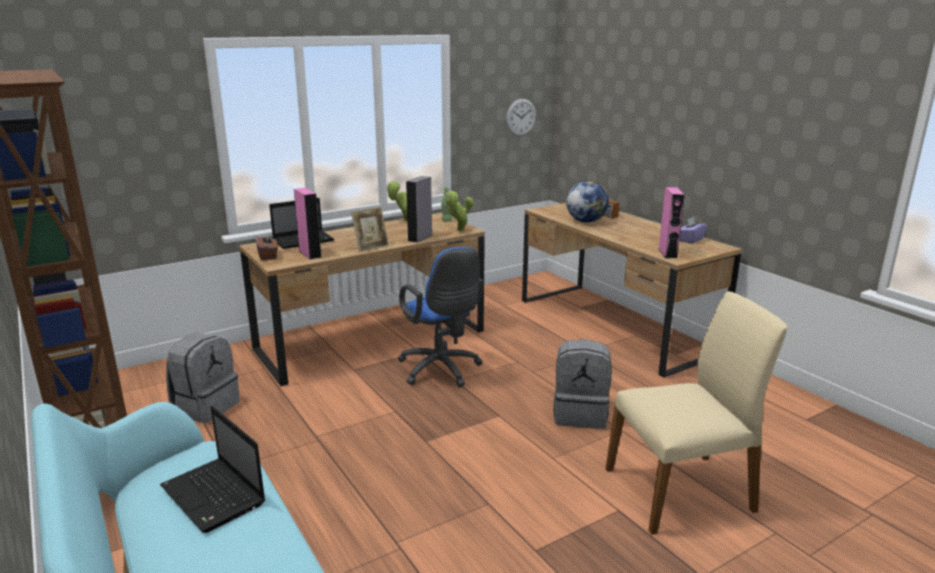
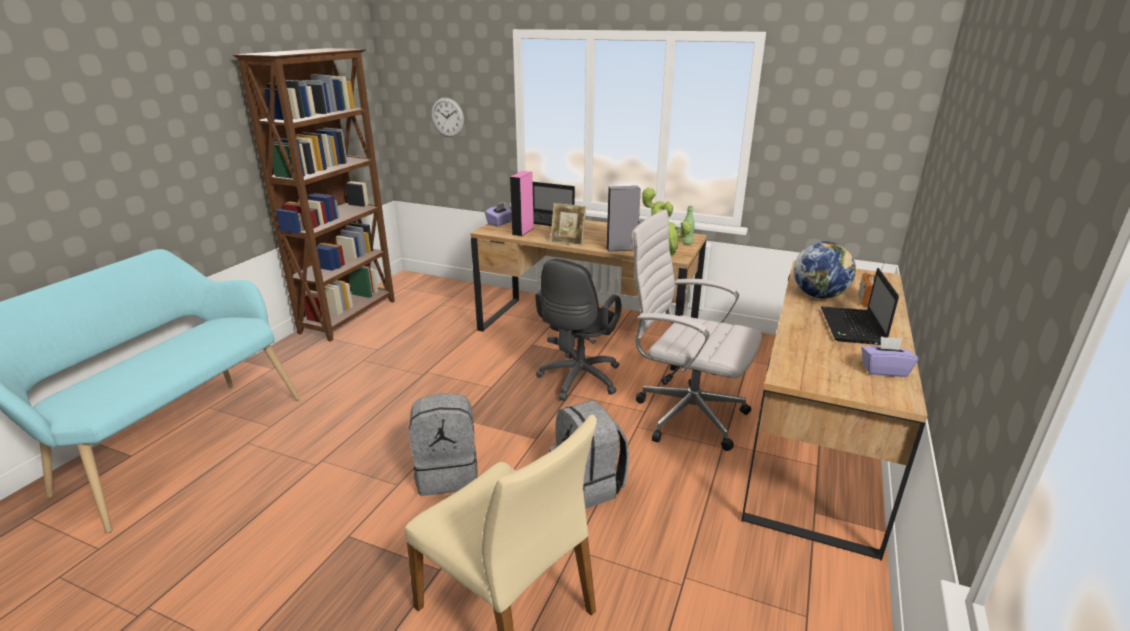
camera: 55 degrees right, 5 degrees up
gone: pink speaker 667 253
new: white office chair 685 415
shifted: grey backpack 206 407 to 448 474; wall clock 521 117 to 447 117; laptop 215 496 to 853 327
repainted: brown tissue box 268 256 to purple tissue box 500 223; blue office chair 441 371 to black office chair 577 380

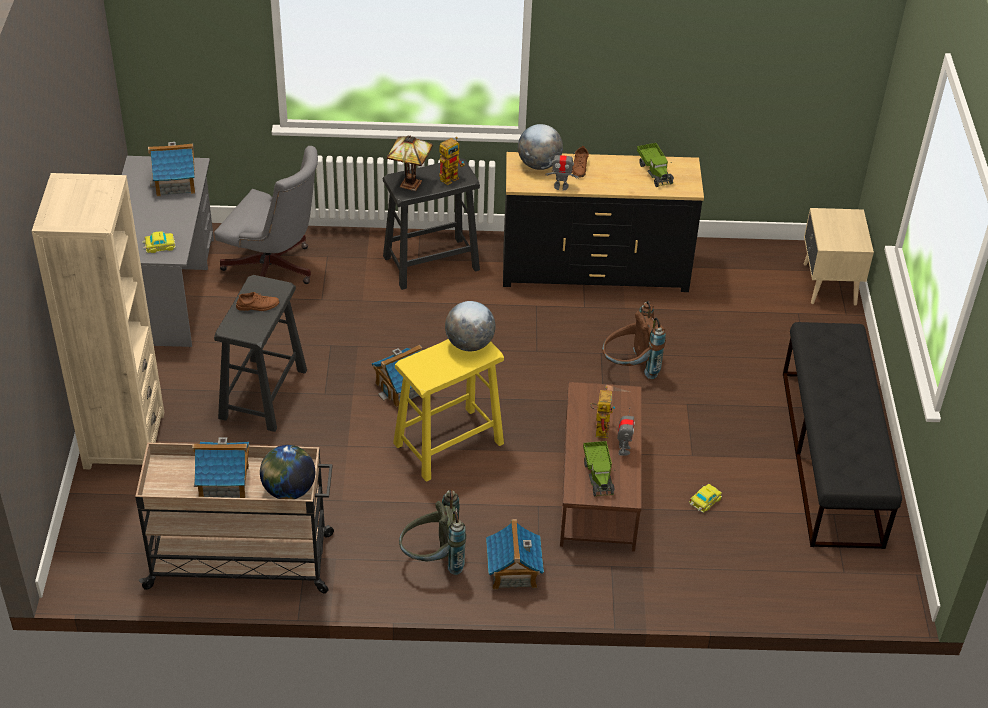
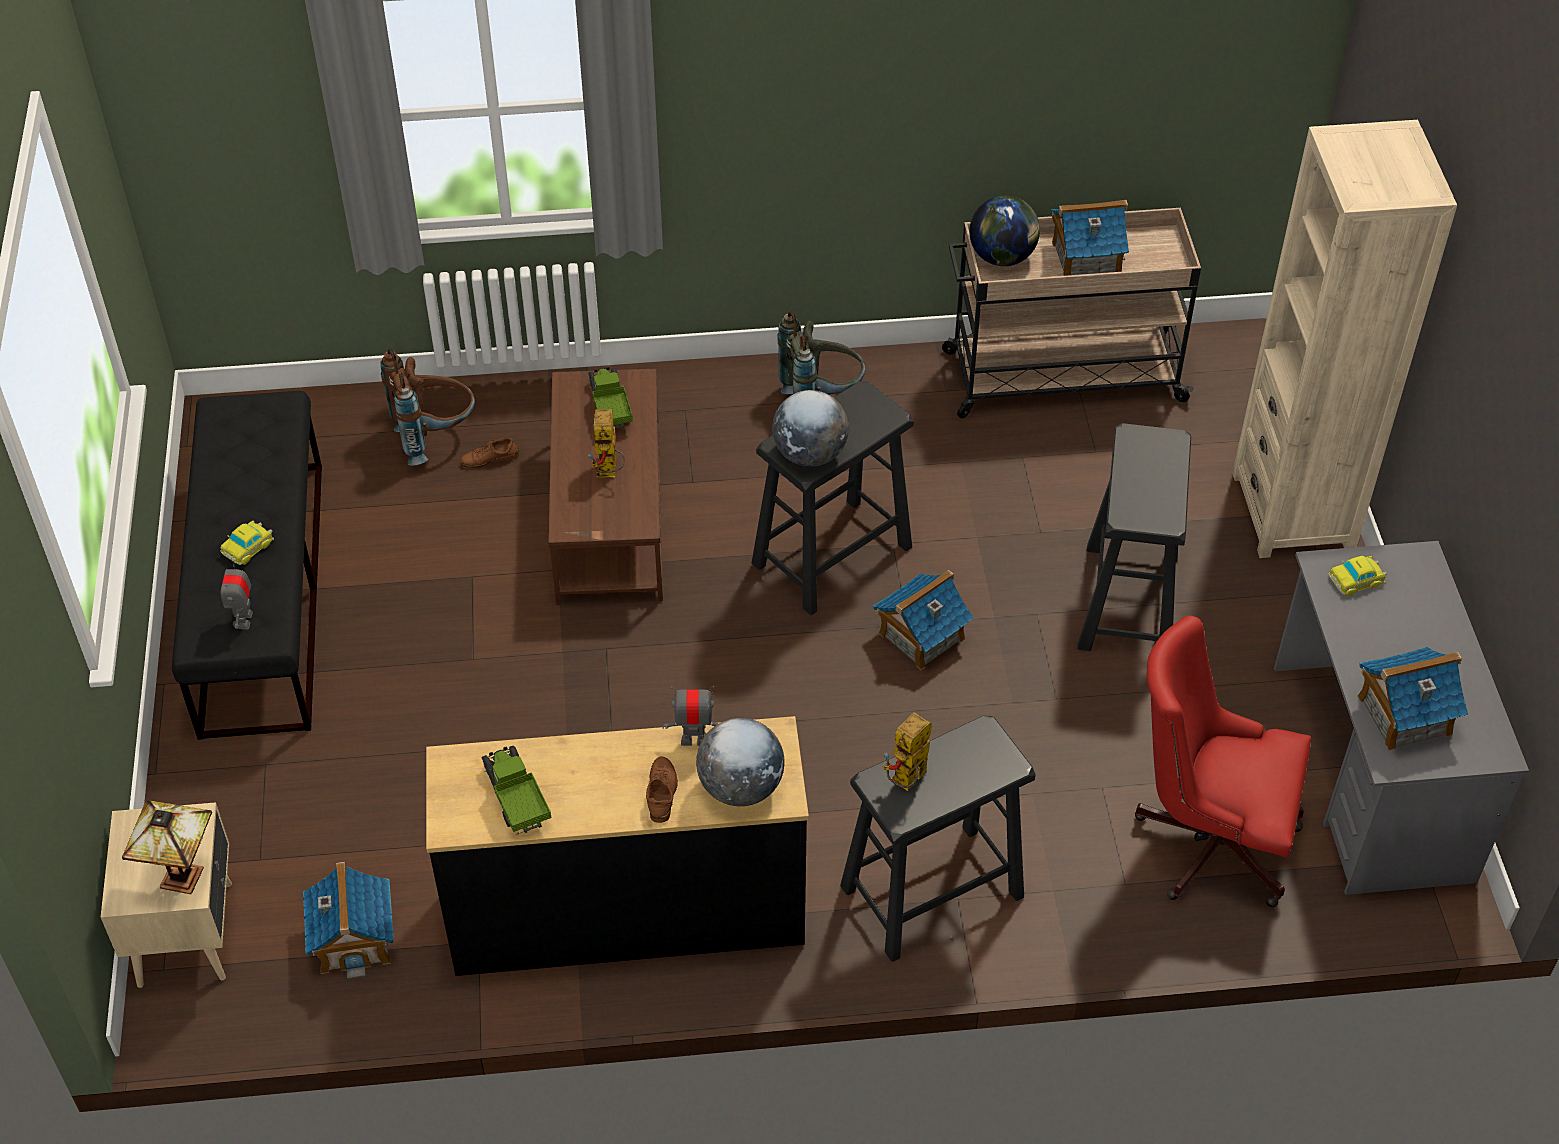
camera: 175 degrees right, 5 degrees up
shifted: table lamp 408 184 to 185 876; toy car 704 501 to 248 546; toy robot 623 449 to 244 619; toy house 513 572 to 354 939; brown backpack 629 368 to 435 436; brown shoe 257 306 to 490 458
repainted: yellow stool 449 443 to black stool 831 556; grey office chair 274 270 to red office chair 1206 839

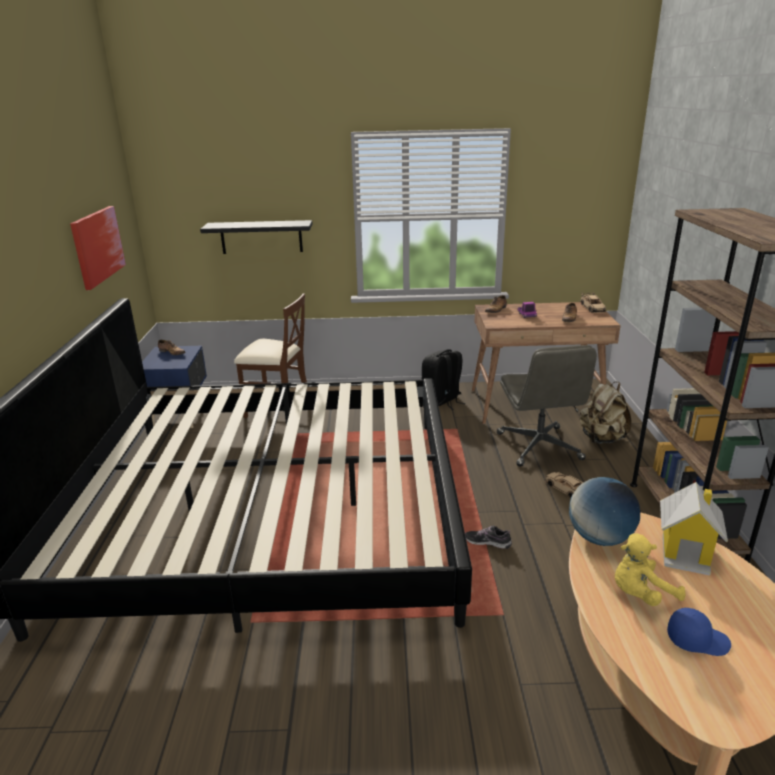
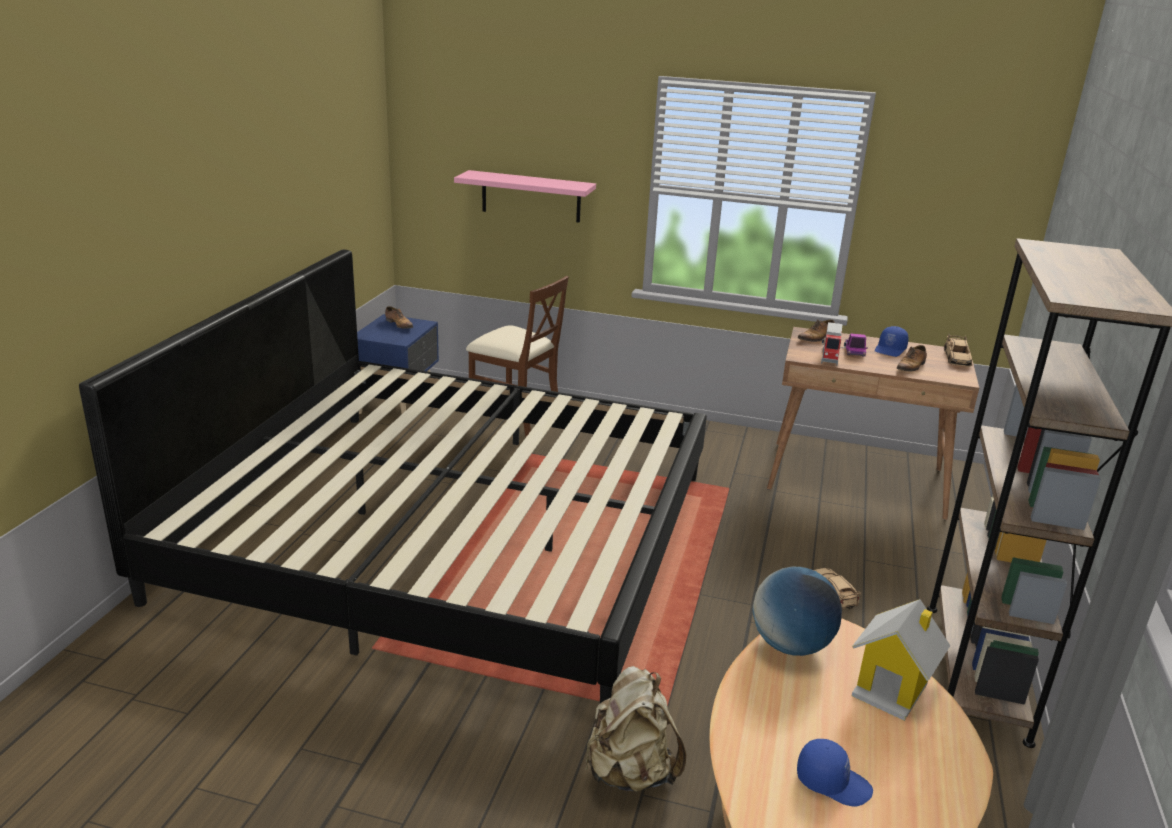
camera: 15 degrees right, 0 degrees up
gone: picture 97 246; black backpack 442 401; shoe 487 542; grey office chair 539 447; yellow plush toy 640 594
new: toy truck 831 358; blue cap 890 350
shifted: beige backpack 601 439 to 630 772
repainted: black shelf 261 237 to pink shelf 531 196

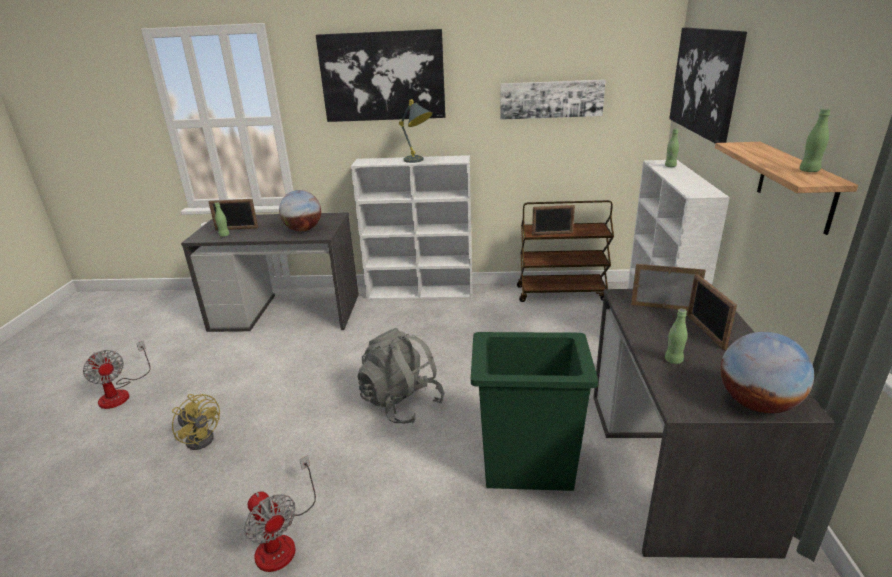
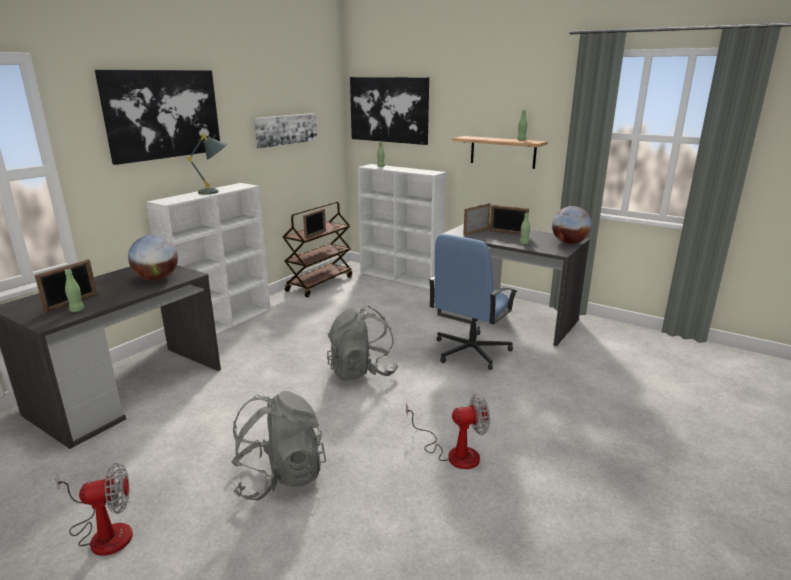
camera: 60 degrees left, 5 degrees down
swapped: yellow fan 202 437 to grey backpack 280 476; green trash can 526 465 to blue office chair 470 351

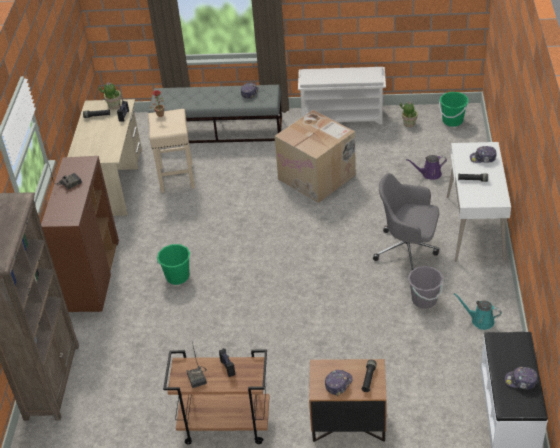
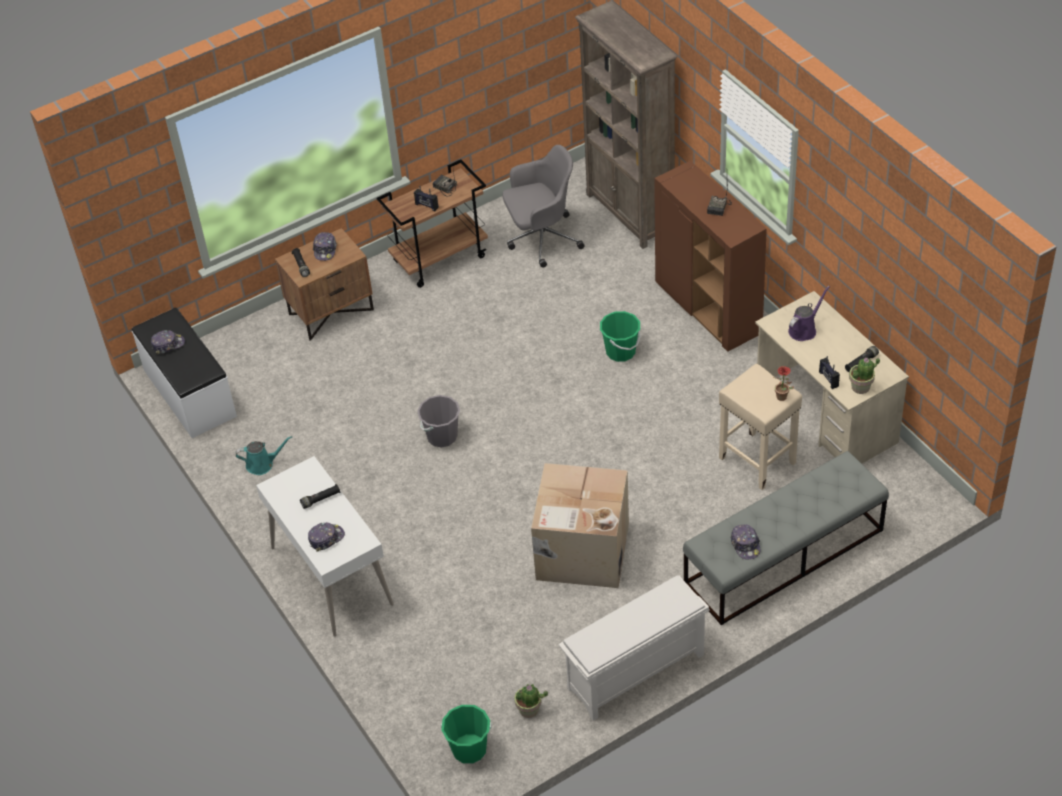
camera: 145 degrees right, 5 degrees up
shifted: grey bucket 424 300 to 442 436; grey office chair 408 250 to 541 238; purple watering can 429 174 to 804 329

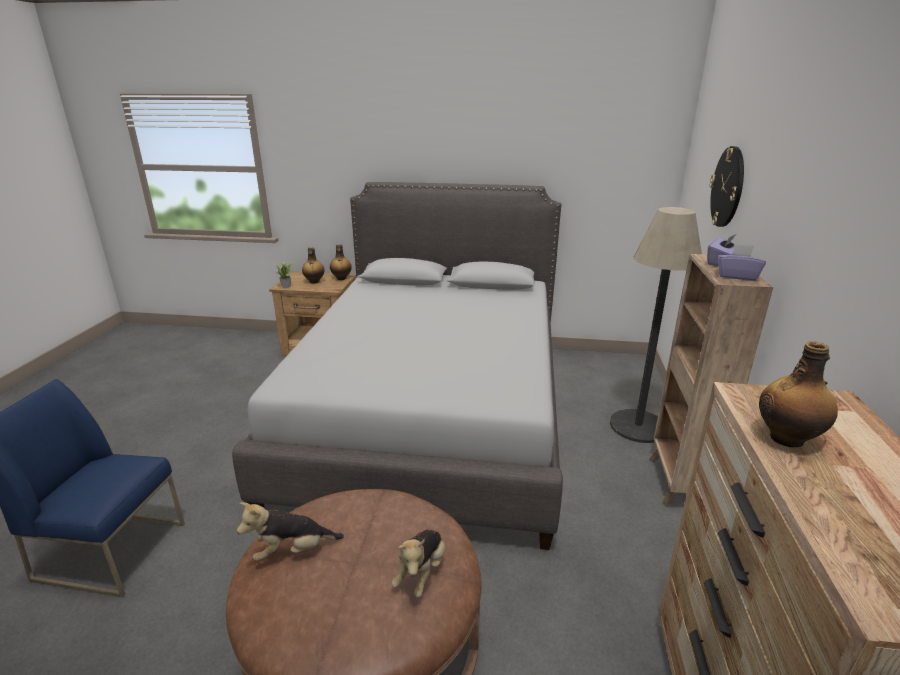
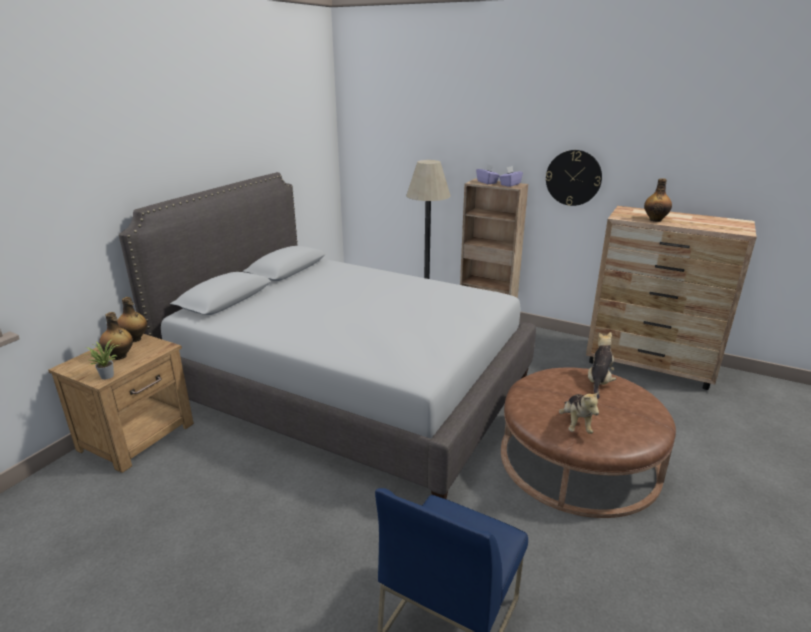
camera: 70 degrees left, 0 degrees up
shifted: wall clock 727 187 to 573 178
rotated: plush toy 421 573 = 599 382 105 degrees counterclockwise

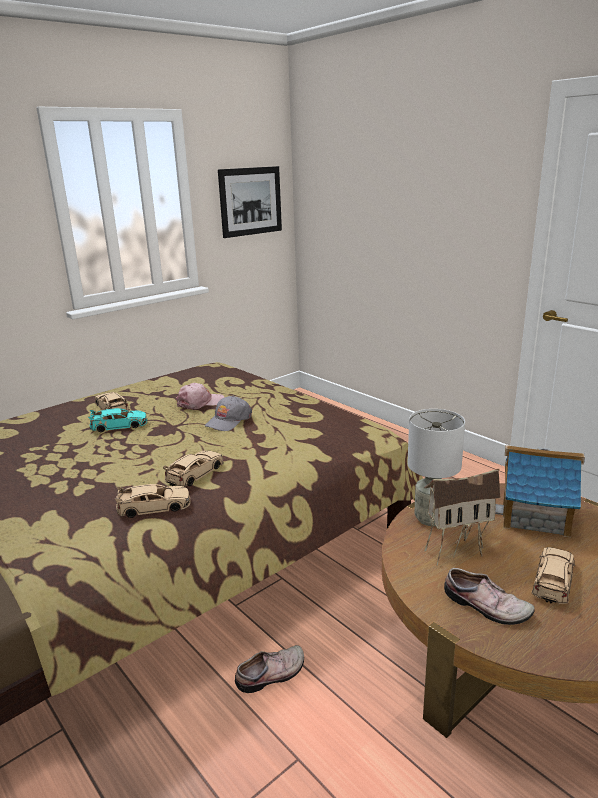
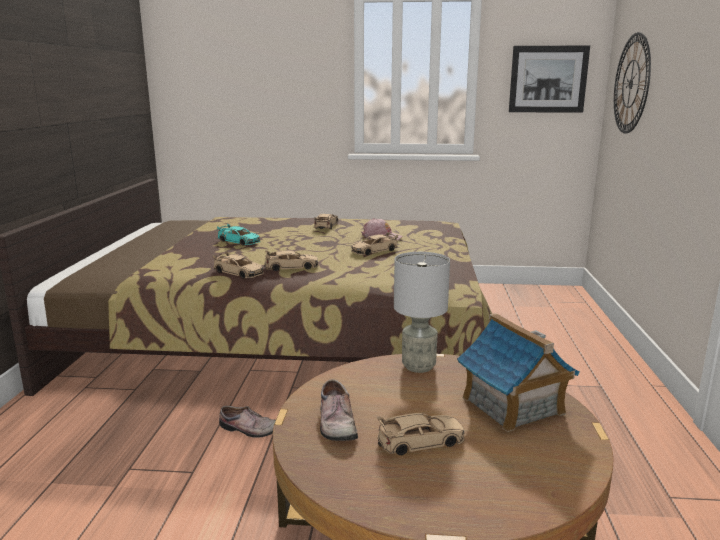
camera: 45 degrees right, 5 degrees down
gone: toy house 456 549
new: wall clock 631 84
shifted: turquoise toy car 119 426 to 239 241
swapped: grey cap 228 420 to beige toy car 374 251

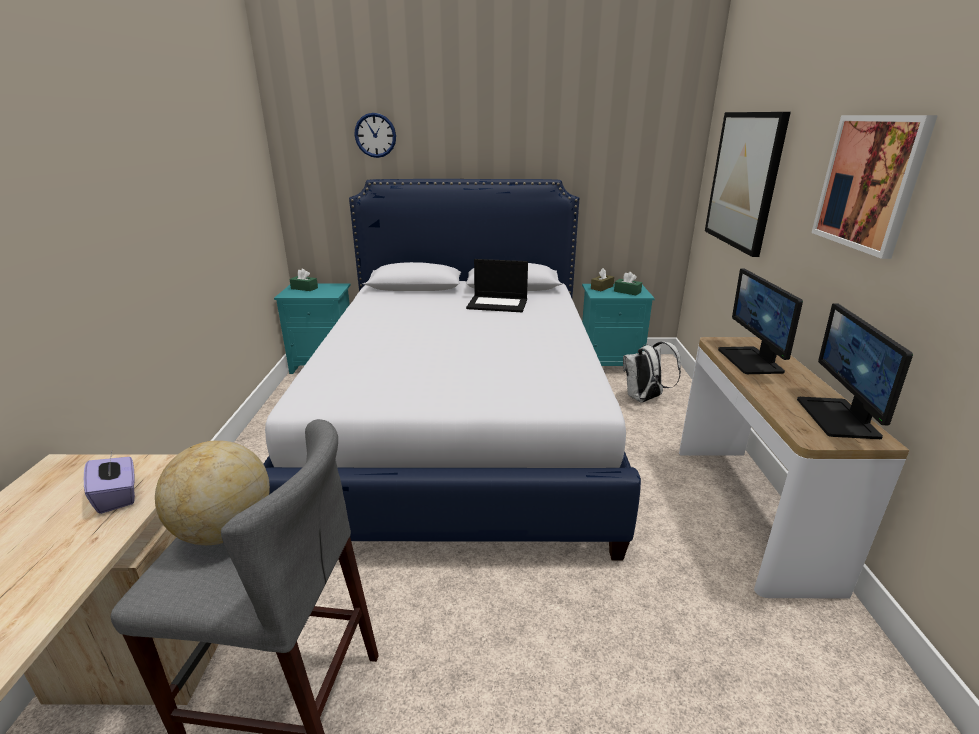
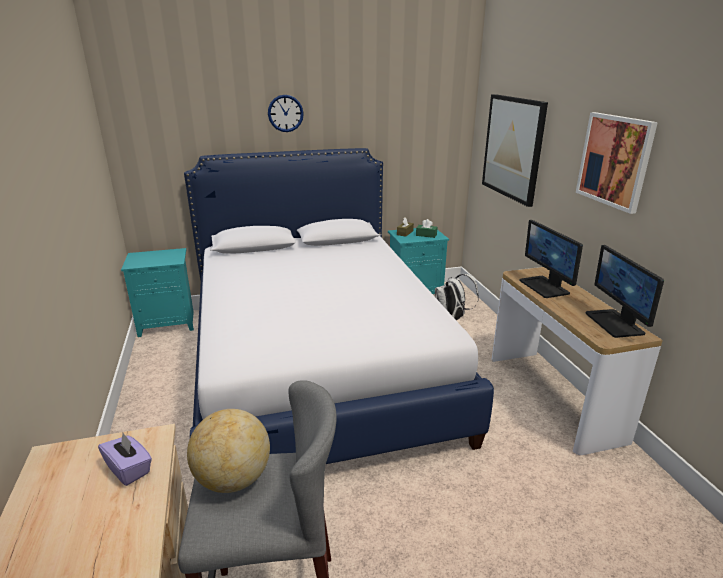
camera: 15 degrees left, 0 degrees up
gone: green tissue box 304 288; laptop 498 304
shifted: wall clock 375 135 to 285 113

